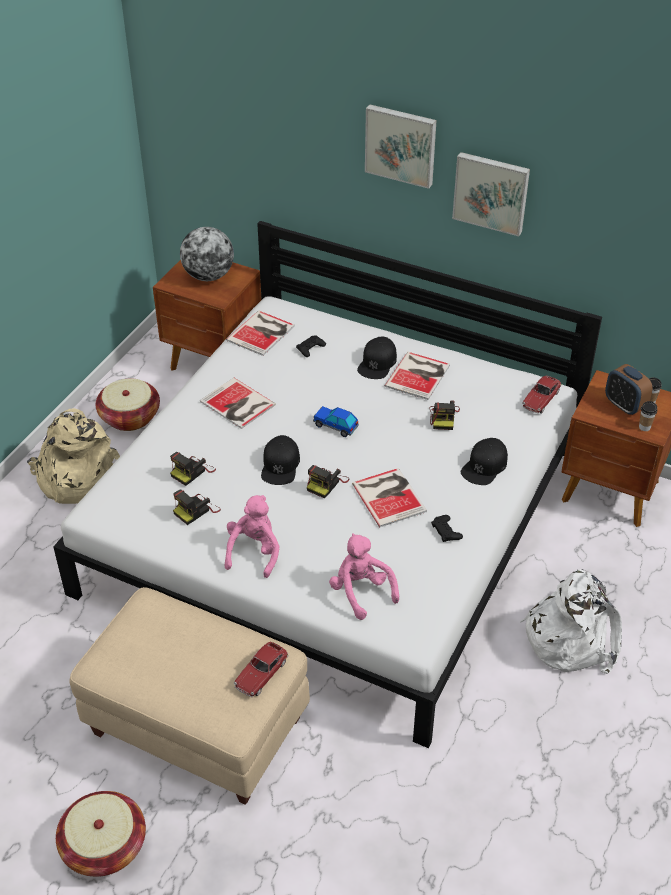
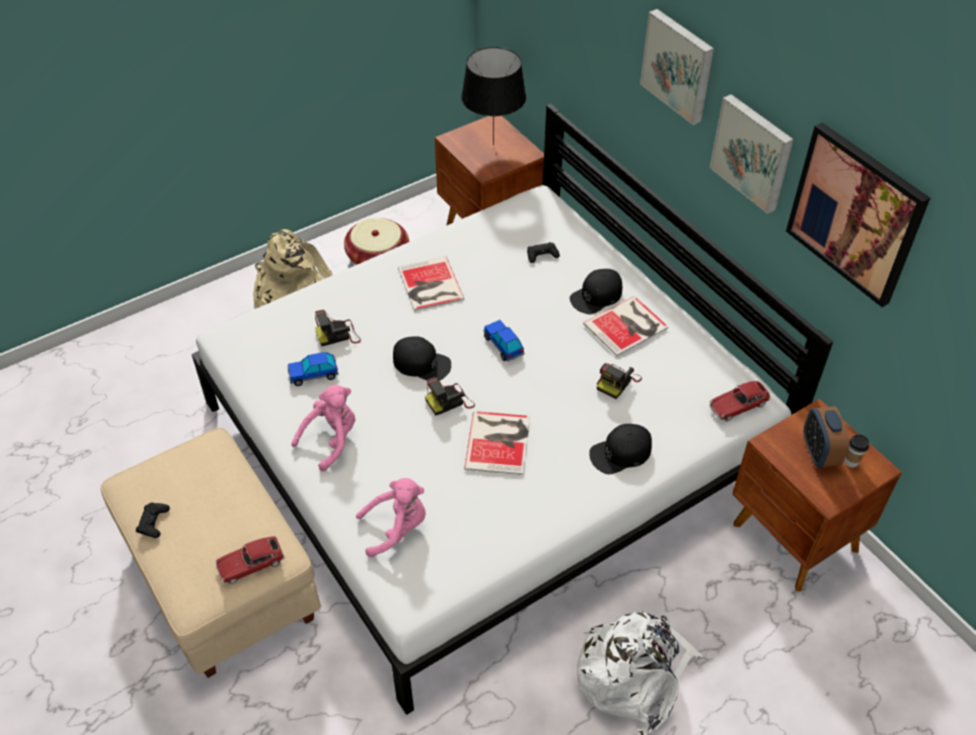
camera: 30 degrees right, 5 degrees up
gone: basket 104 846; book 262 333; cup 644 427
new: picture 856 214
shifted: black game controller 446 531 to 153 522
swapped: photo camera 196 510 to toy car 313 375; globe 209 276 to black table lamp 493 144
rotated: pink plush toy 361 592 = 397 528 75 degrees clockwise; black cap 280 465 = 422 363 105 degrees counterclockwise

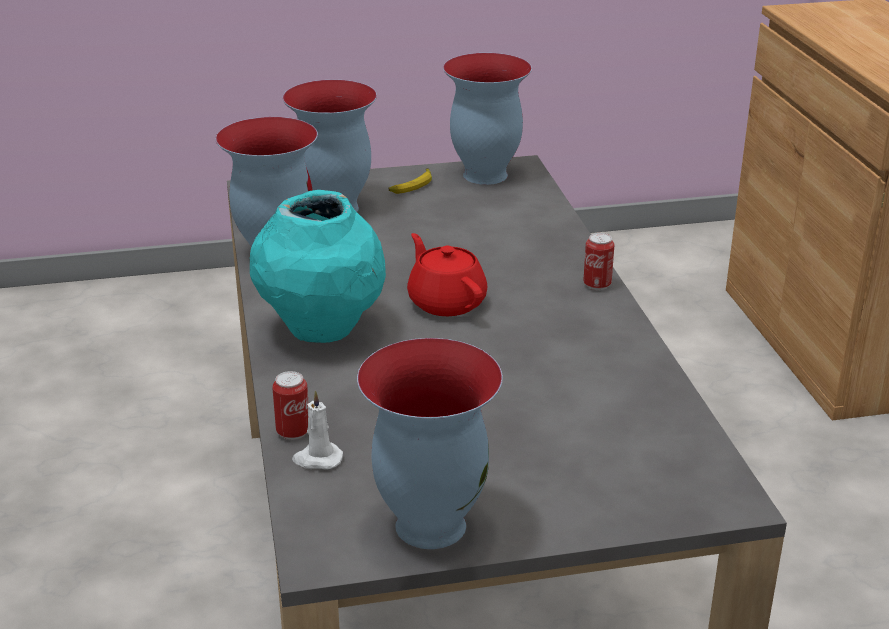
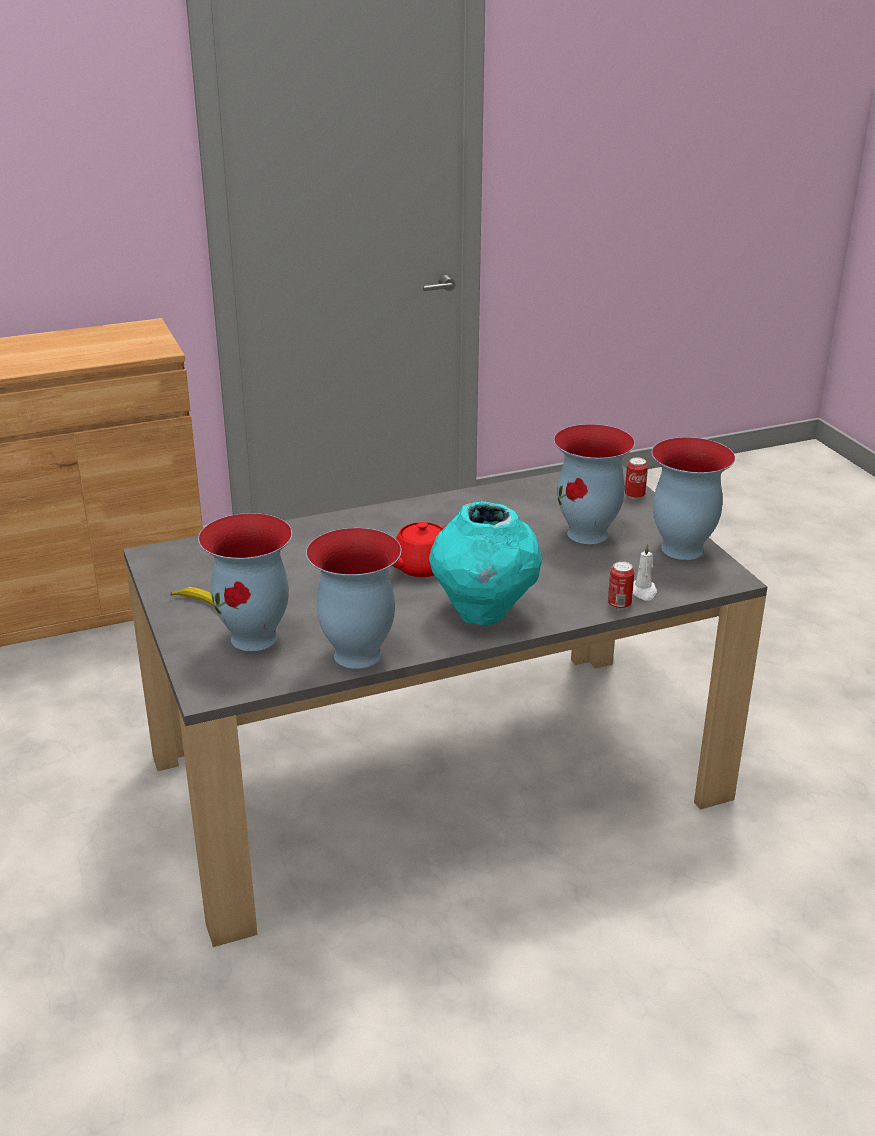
camera: 100 degrees left, 0 degrees up
shifted: vase 484 176 to 589 534; can 597 285 to 634 496

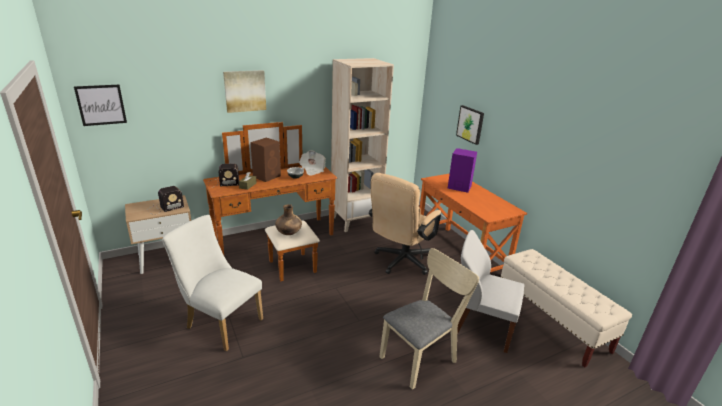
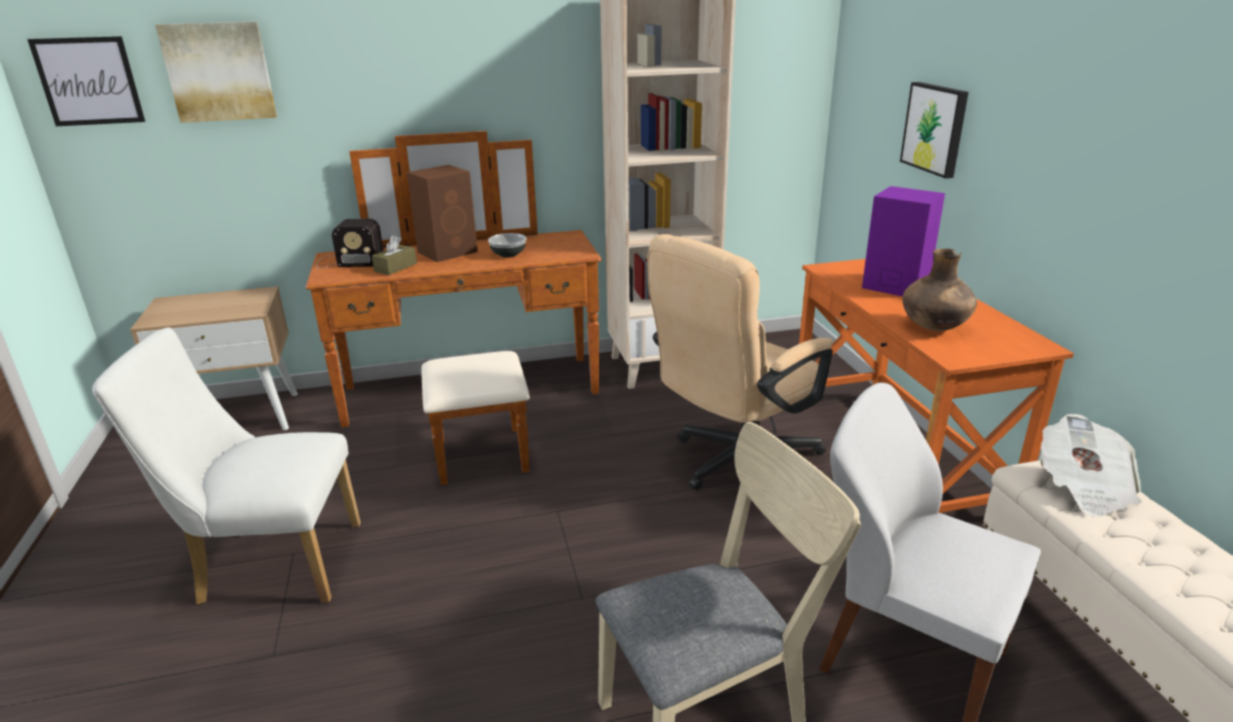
camera: 15 degrees right, 0 degrees up
gone: radio 164 208
shifted: picture 245 91 to 219 72; brown vase 289 233 to 934 327; newspaper 312 170 to 1083 488
rotated: white chair 220 322 = 269 564 45 degrees counterclockwise

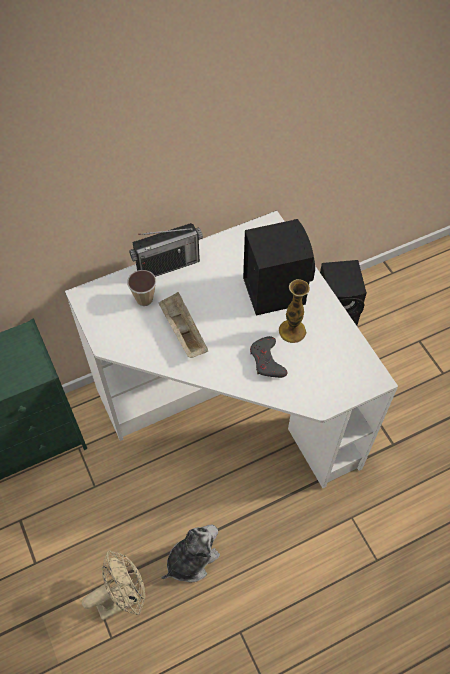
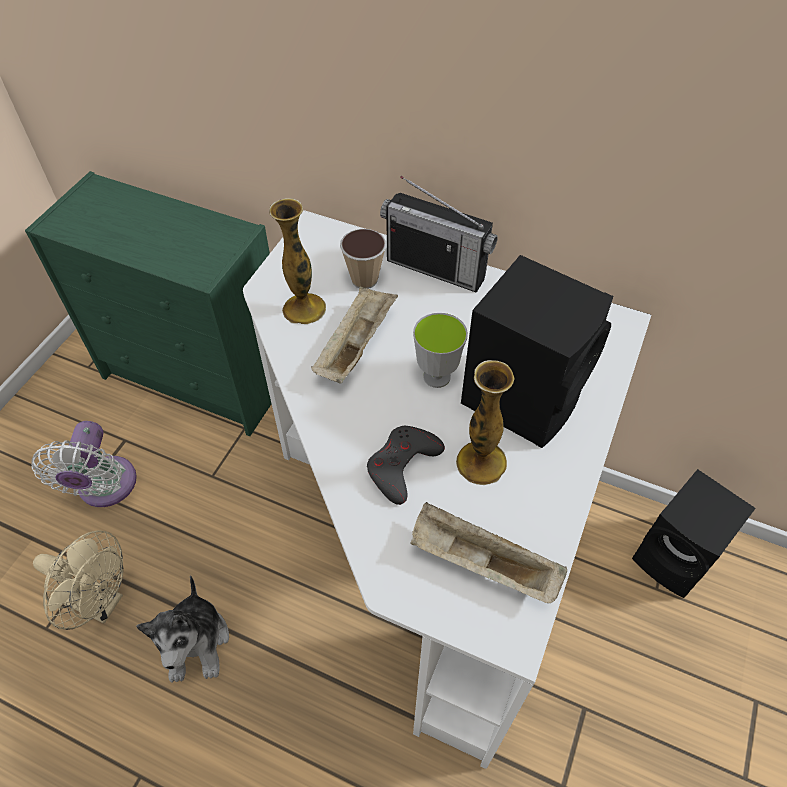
camera: 50 degrees right, 5 degrees down
new: white fan 105 488; vase 304 309; beige tray 480 564; cup 436 377
rotated: plush toy 191 559 = 196 642 75 degrees clockwise

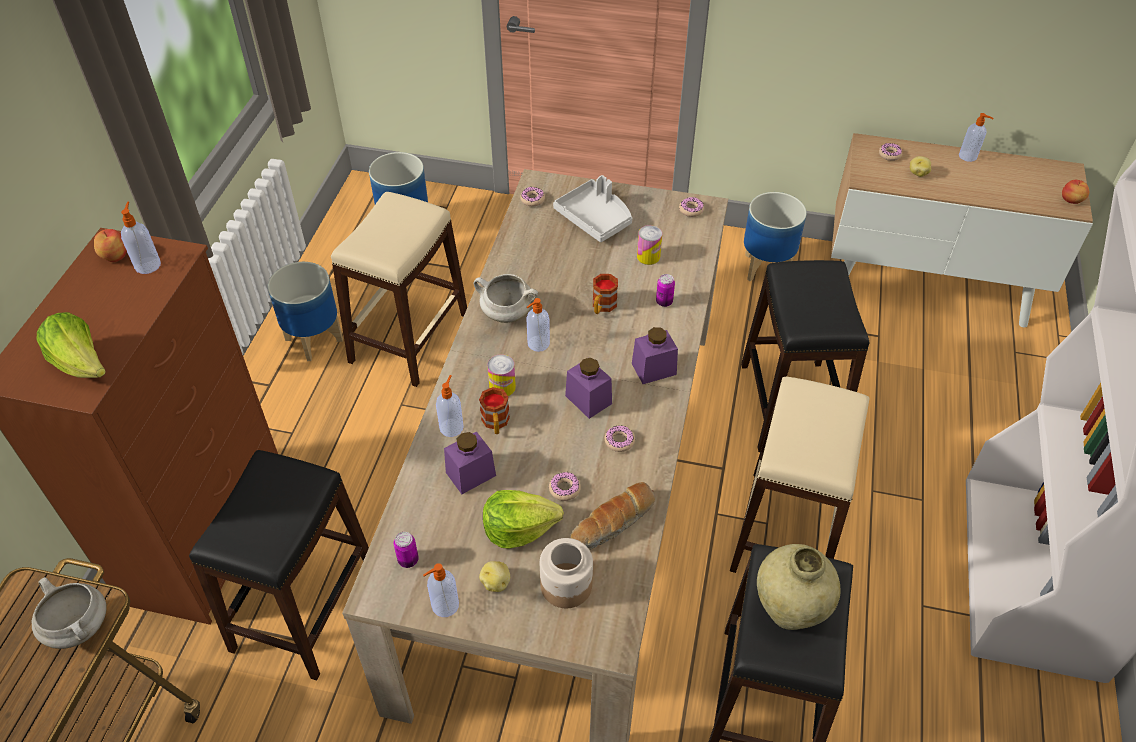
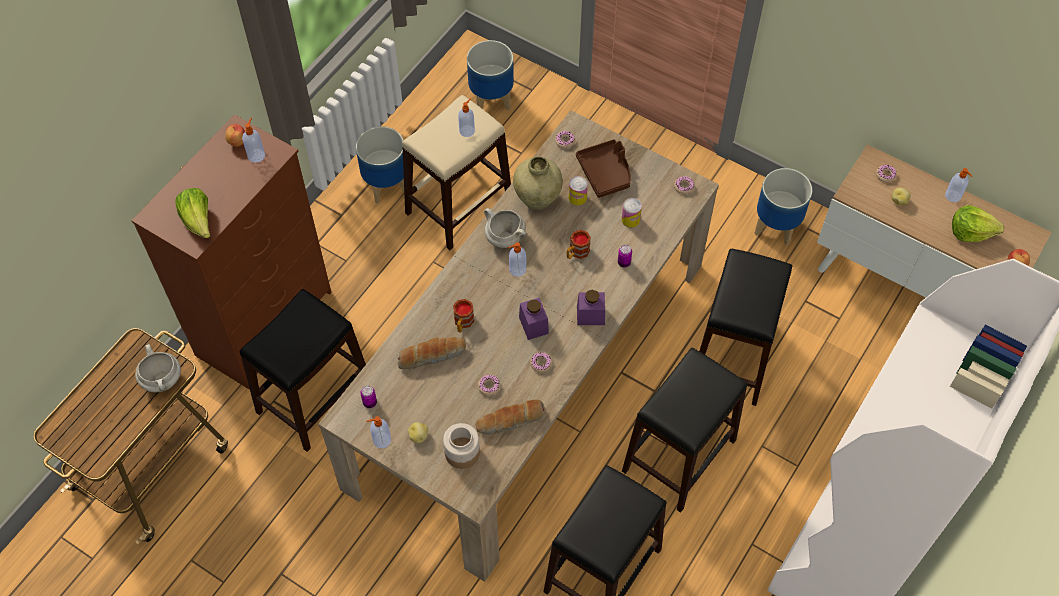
camera: 20 degrees right, 10 degrees up
shifted: soap dispenser 451 427 to 467 130; beige vase 789 610 to 537 199; can 502 387 to 577 198; lettuce 519 528 to 970 231
swapped: purple jar 470 474 to bread 431 355
repainted: grey tray 595 218 to brown tray 605 173; beige stool 787 531 to black stool 680 455

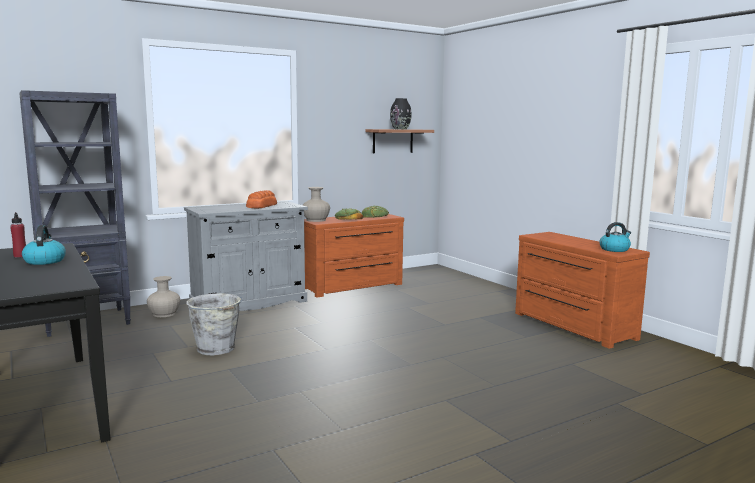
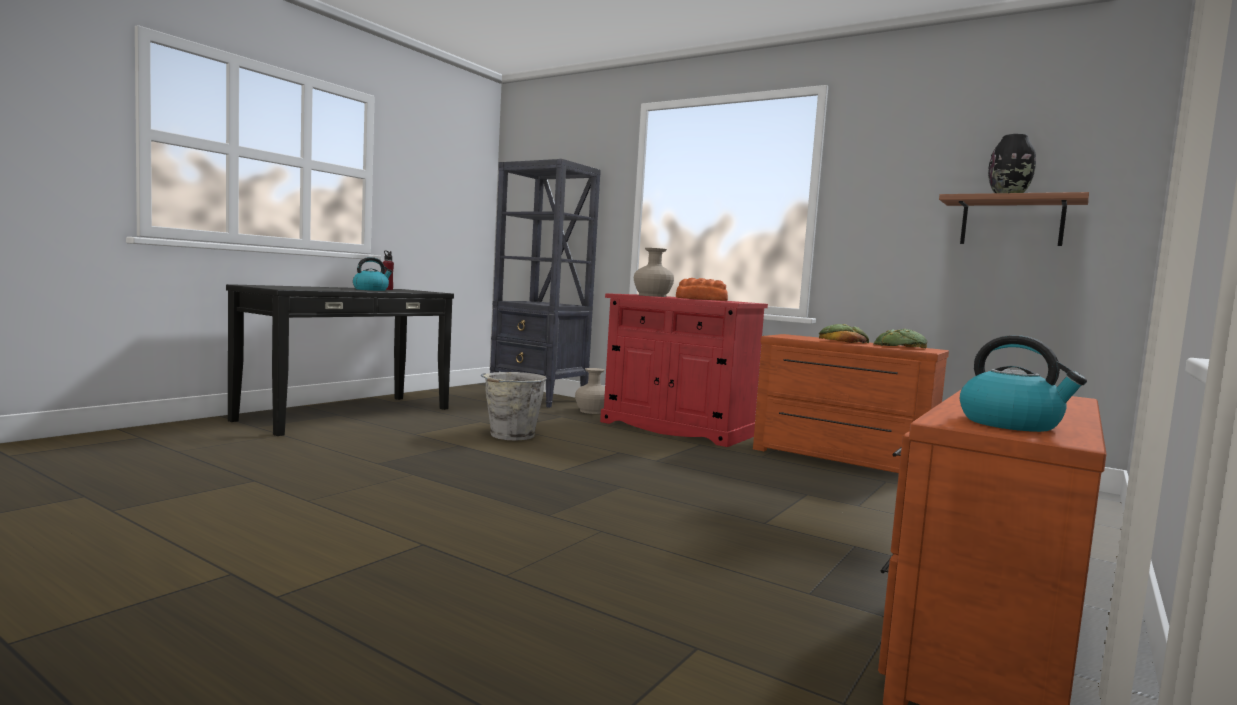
camera: 65 degrees right, 5 degrees down
shifted: beige vase 316 220 to 652 296
repainted: grey cabinet 249 303 to red cabinet 676 429

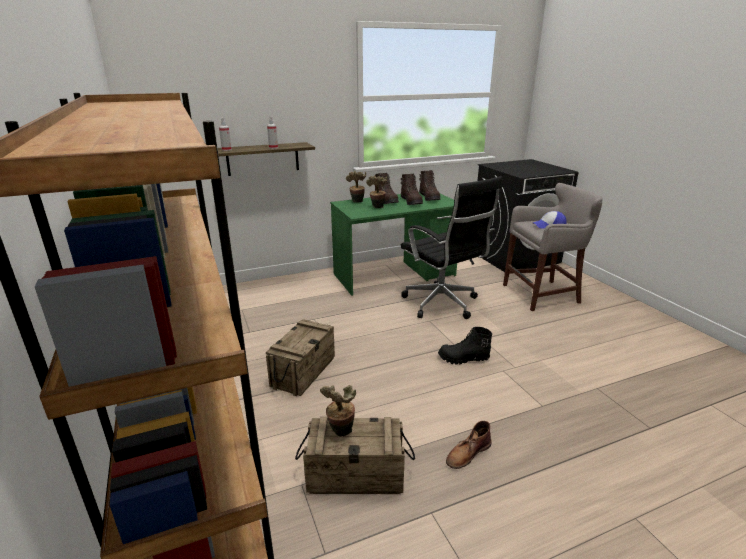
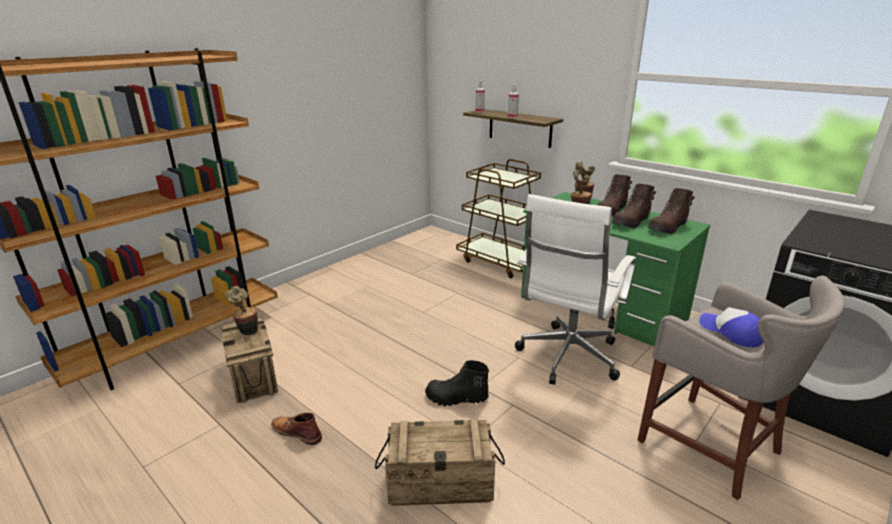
camera: 65 degrees right, 0 degrees up
new: brown cart 500 262
shifted: crate 303 371 to 440 483
repainted: black office chair 443 304 to white office chair 567 358
rotated: black boot 463 359 = 456 398 60 degrees counterclockwise

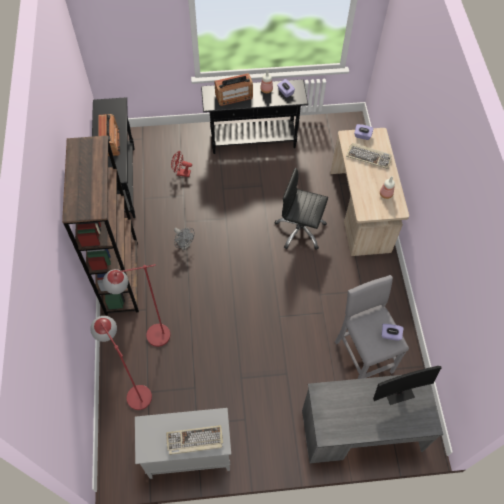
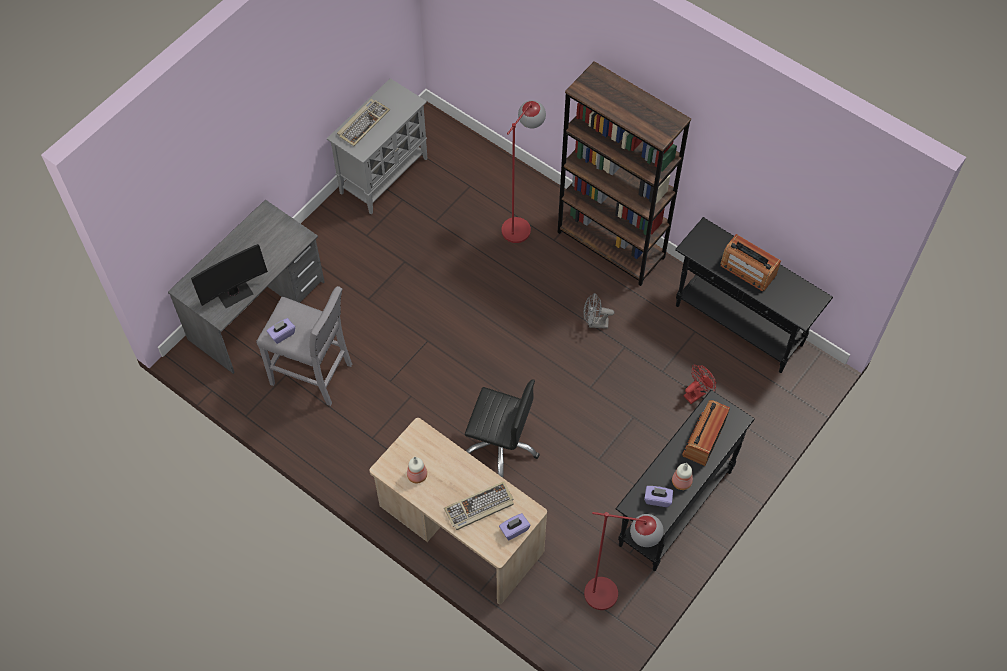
camera: 135 degrees right, 0 degrees up
shifted: red floor lamp 134 390 to 613 595
rotated: monitor 398 391 = 234 292 150 degrees counterclockwise; black office chair 300 230 = 501 445 45 degrees clockwise

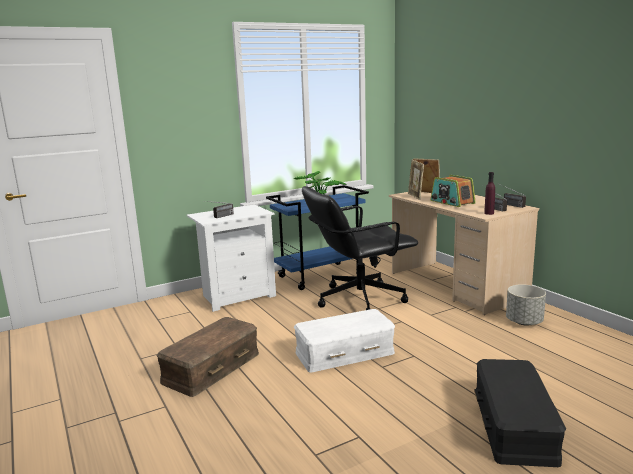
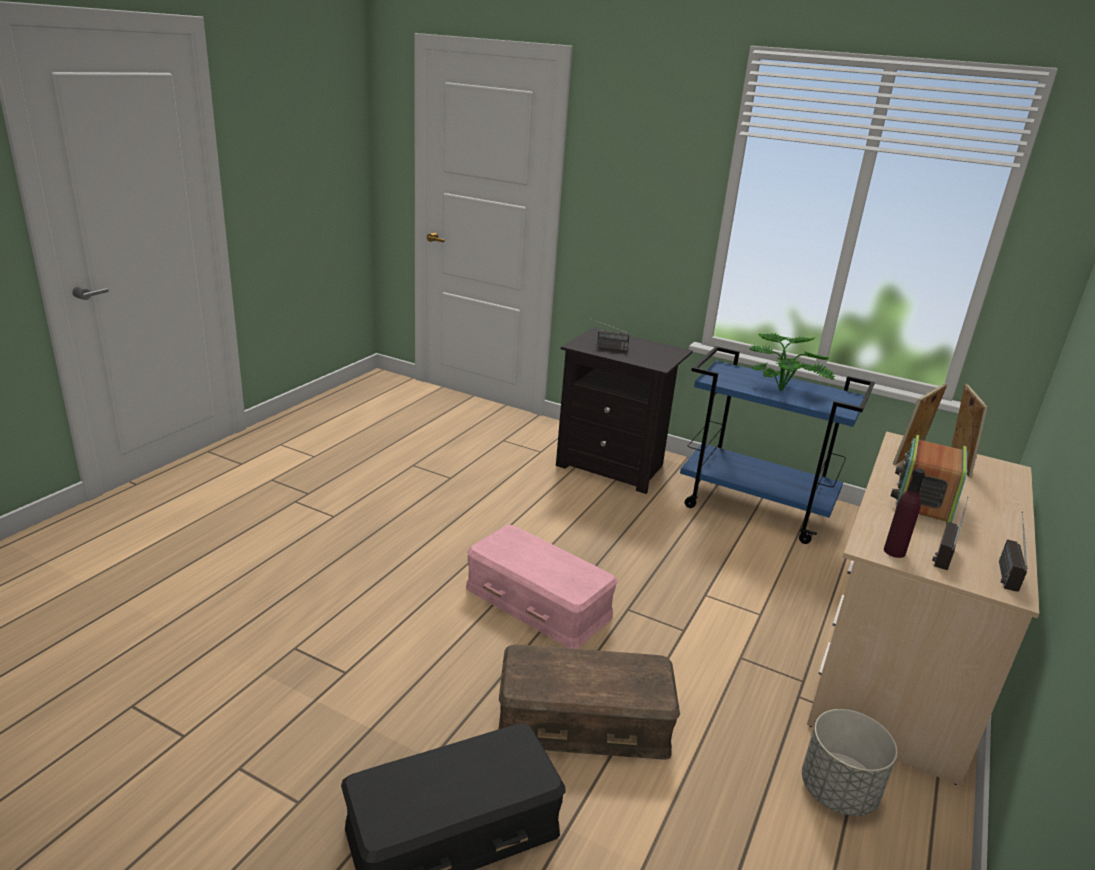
camera: 55 degrees right, 10 degrees up
gone: black office chair 359 299
shifted: brown storage box 211 367 to 584 719
repainted: white storage box 344 352 to pink storage box 539 601; white nightstand 237 296 to black nightstand 614 466

